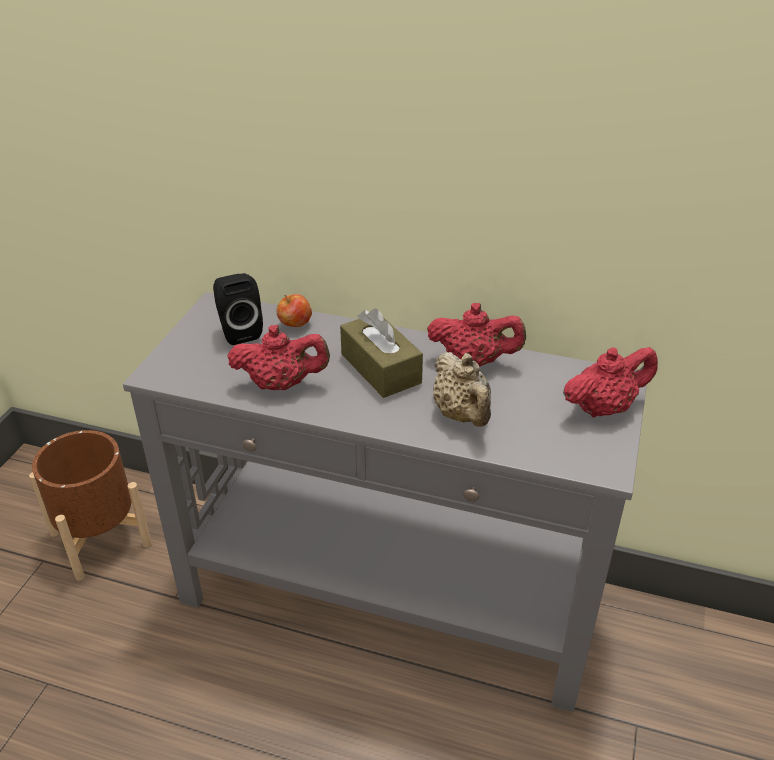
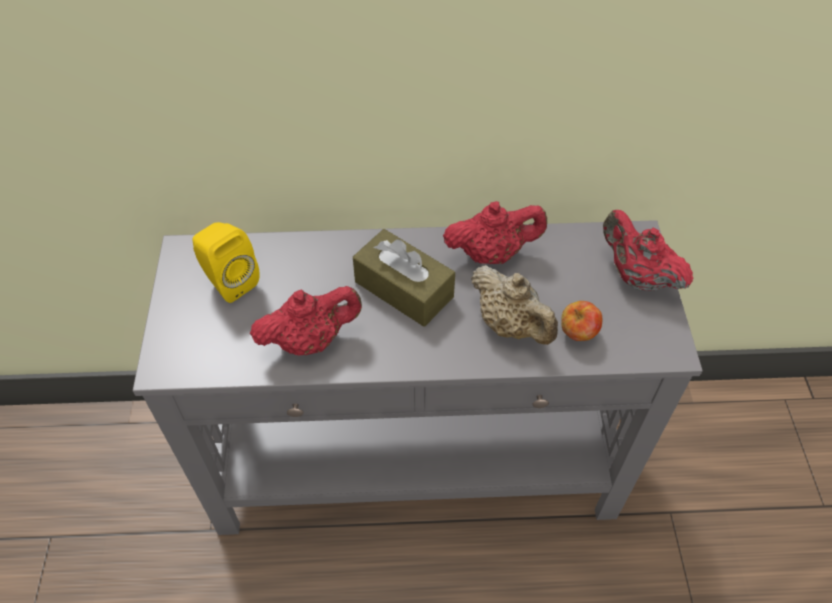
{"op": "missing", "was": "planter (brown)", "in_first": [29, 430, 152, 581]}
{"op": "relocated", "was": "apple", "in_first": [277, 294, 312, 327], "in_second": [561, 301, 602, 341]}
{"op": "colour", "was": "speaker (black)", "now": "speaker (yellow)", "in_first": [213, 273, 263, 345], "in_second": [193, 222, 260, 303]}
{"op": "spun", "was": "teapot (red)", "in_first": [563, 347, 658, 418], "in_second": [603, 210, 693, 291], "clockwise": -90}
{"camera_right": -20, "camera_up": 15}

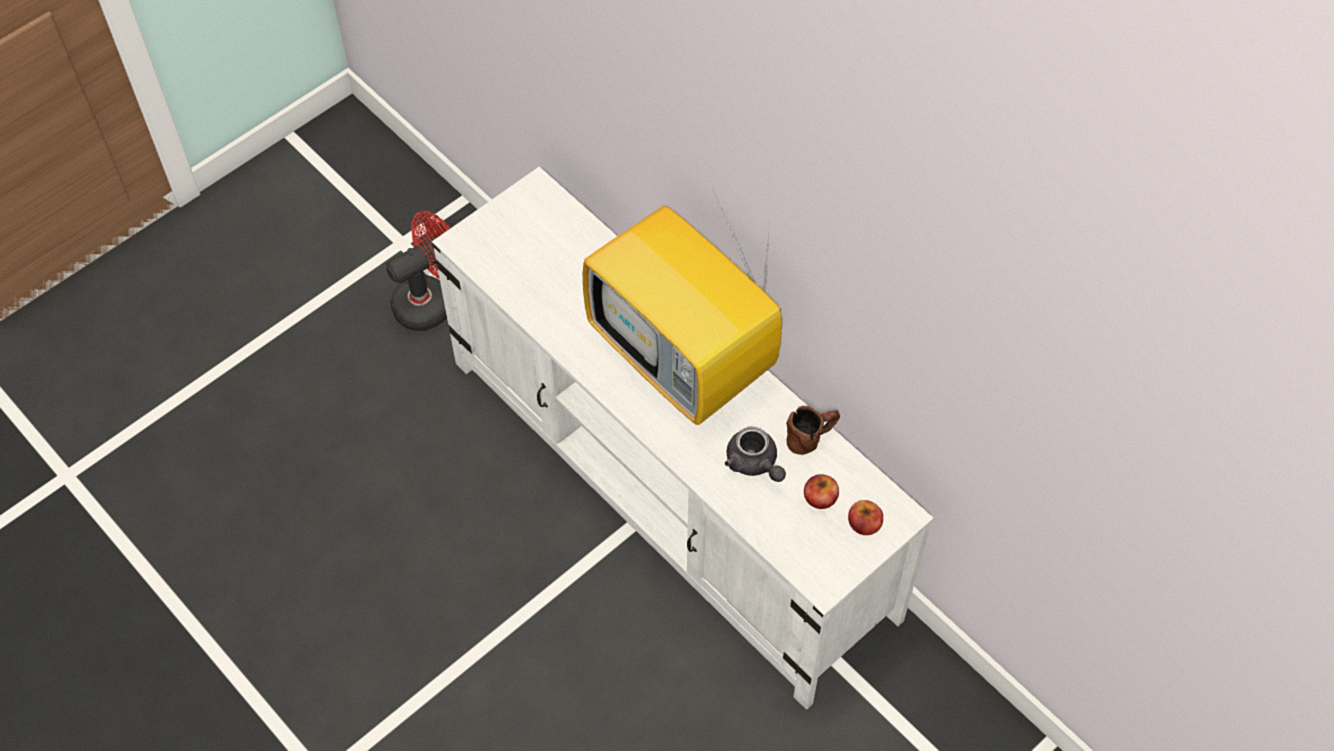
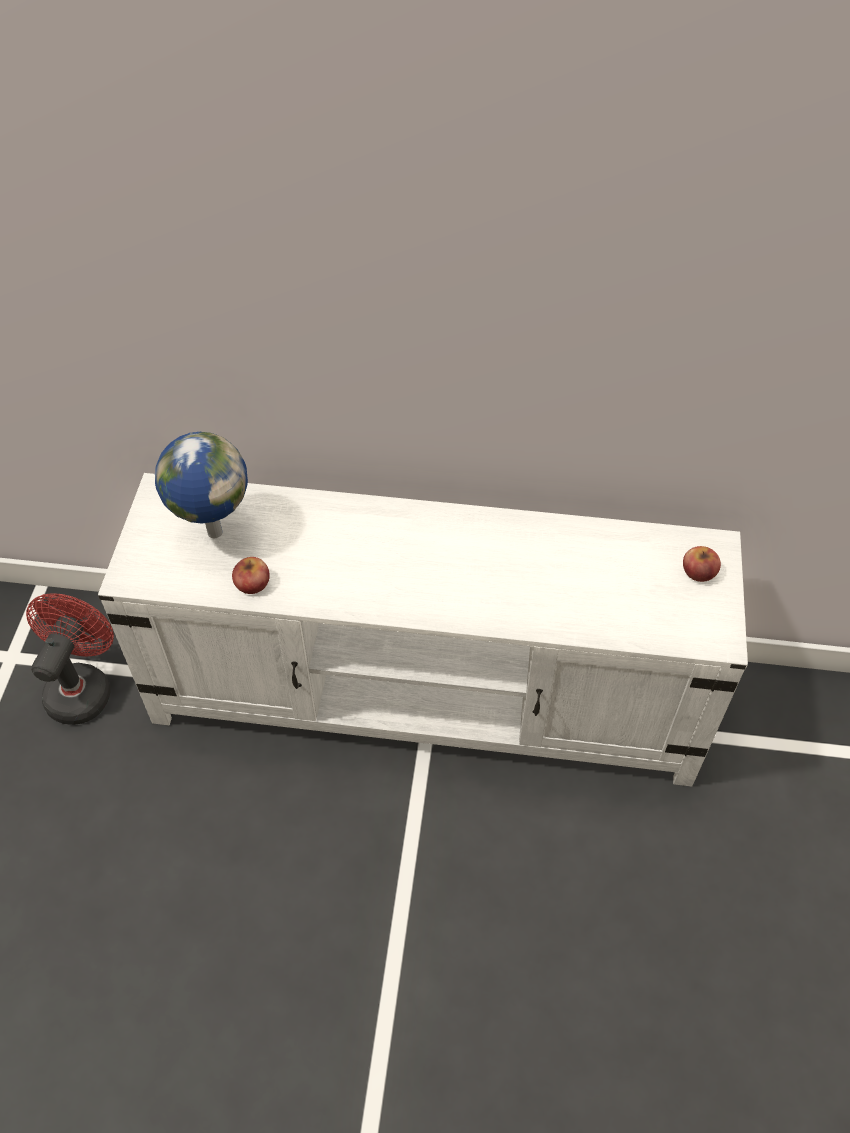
{"op": "missing", "was": "television", "in_first": [583, 188, 782, 425]}
{"op": "missing", "was": "teapot (grey)", "in_first": [725, 427, 786, 482]}
{"op": "missing", "was": "mug (brown)", "in_first": [786, 406, 840, 455]}
{"op": "appeared", "now": "globe", "in_second": [155, 432, 248, 538]}
{"op": "relocated", "was": "apple", "in_first": [804, 474, 839, 509], "in_second": [232, 557, 270, 594]}
{"camera_right": -40, "camera_up": -5}

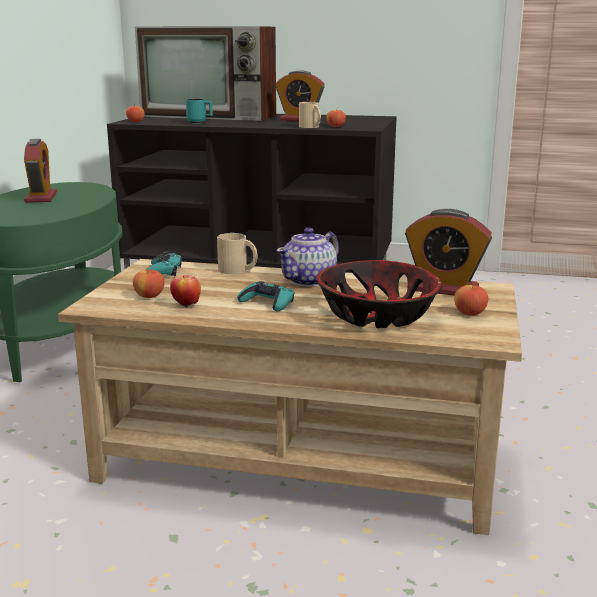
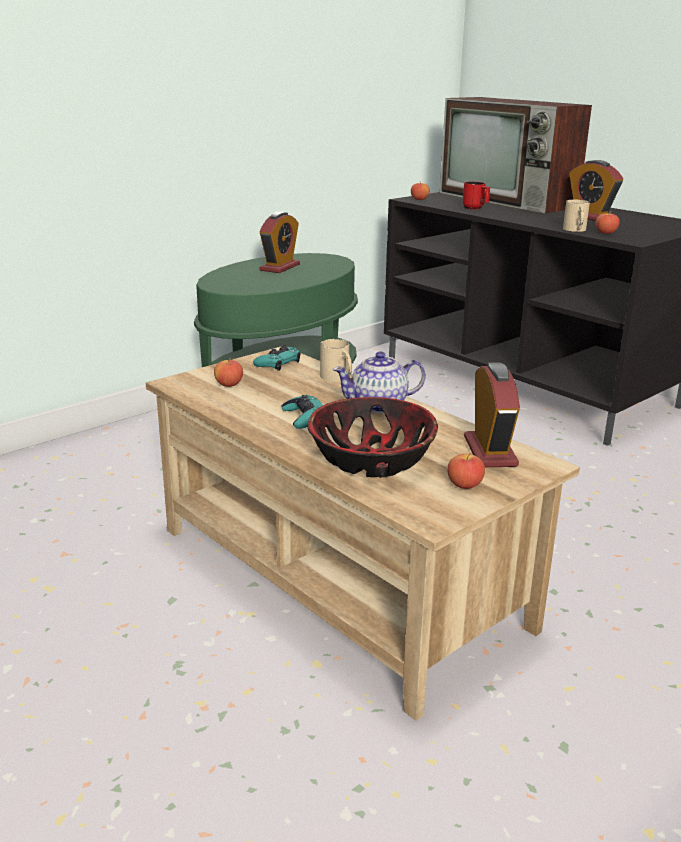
{"op": "missing", "was": "apple", "in_first": [170, 275, 201, 307]}
{"op": "colour", "was": "mug (turquoise)", "now": "mug (red)", "in_first": [186, 99, 213, 124], "in_second": [463, 182, 490, 210]}
{"op": "spun", "was": "alarm clock", "in_first": [405, 209, 492, 296], "in_second": [464, 362, 520, 467], "clockwise": -150}
{"camera_right": 35, "camera_up": 5}

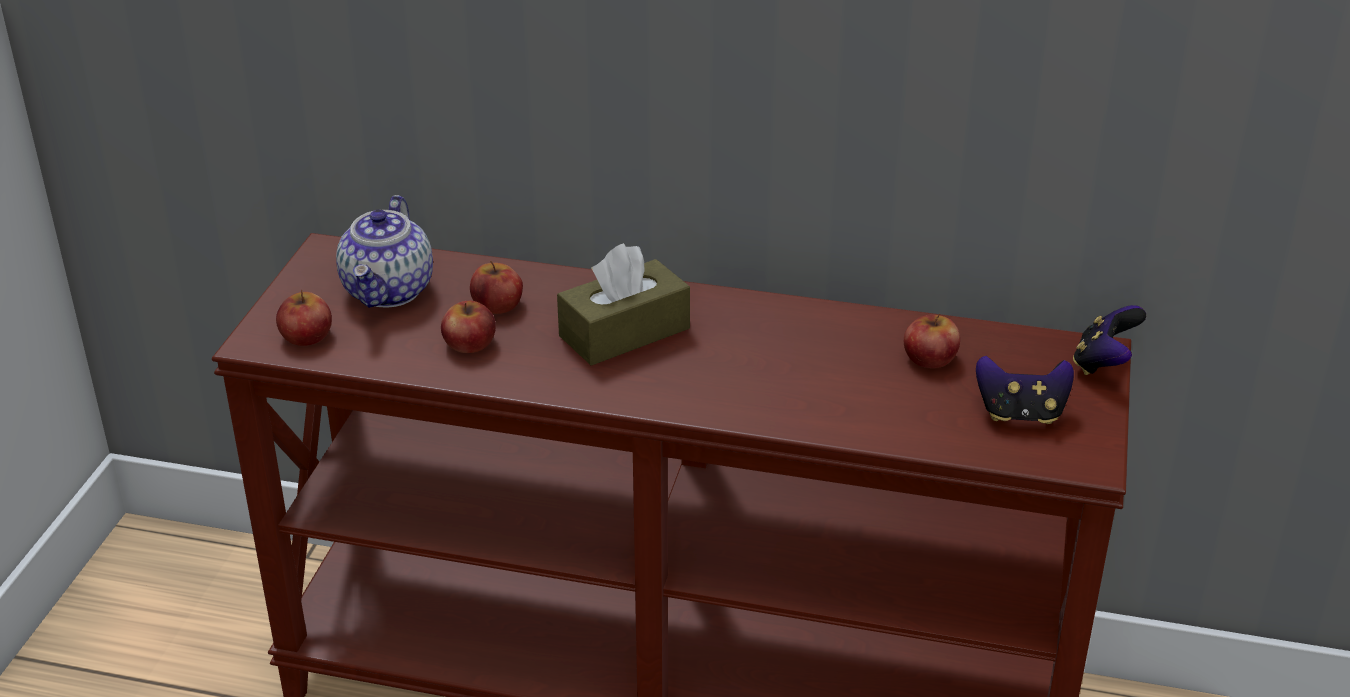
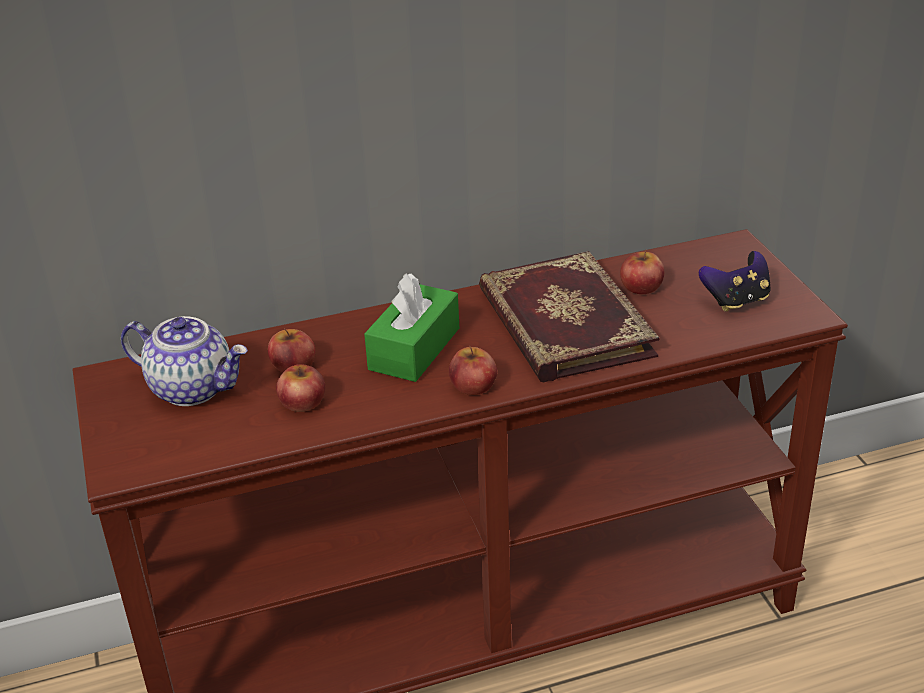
{"op": "missing", "was": "game controller", "in_first": [1073, 305, 1146, 375]}
{"op": "appeared", "now": "book", "in_second": [479, 251, 659, 382]}
{"op": "relocated", "was": "apple", "in_first": [276, 290, 332, 346], "in_second": [449, 346, 497, 395]}
{"op": "colour", "was": "tissue box (brown)", "now": "tissue box (green)", "in_first": [557, 243, 690, 366], "in_second": [364, 273, 459, 382]}
{"op": "spun", "was": "teapot", "in_first": [336, 195, 433, 308], "in_second": [121, 316, 248, 406], "clockwise": -45}
{"camera_right": -30, "camera_up": 0}

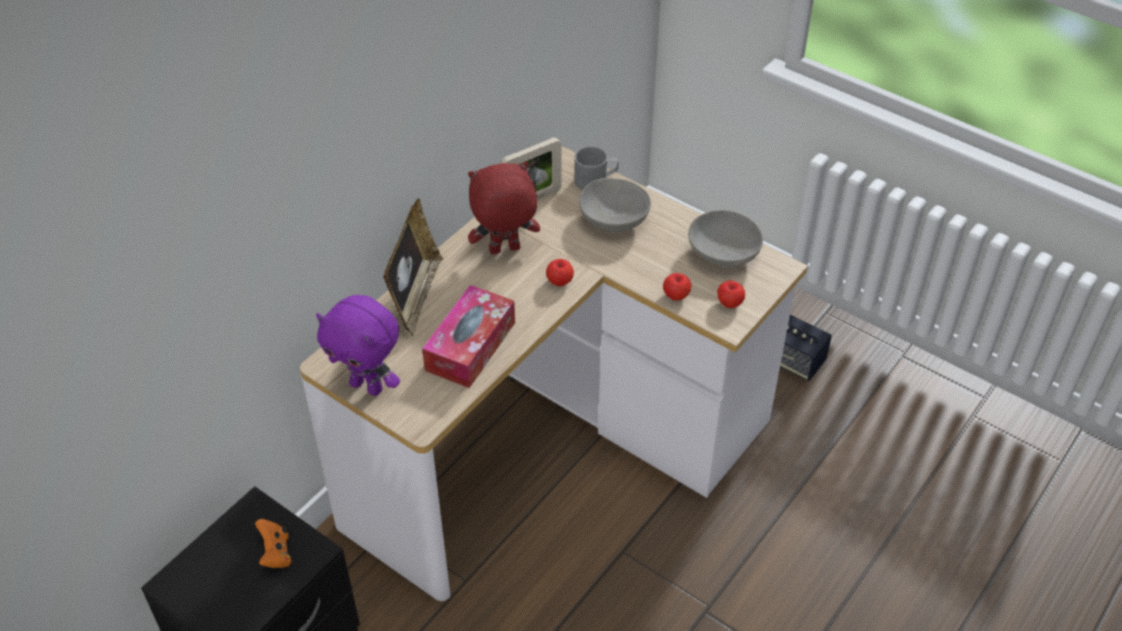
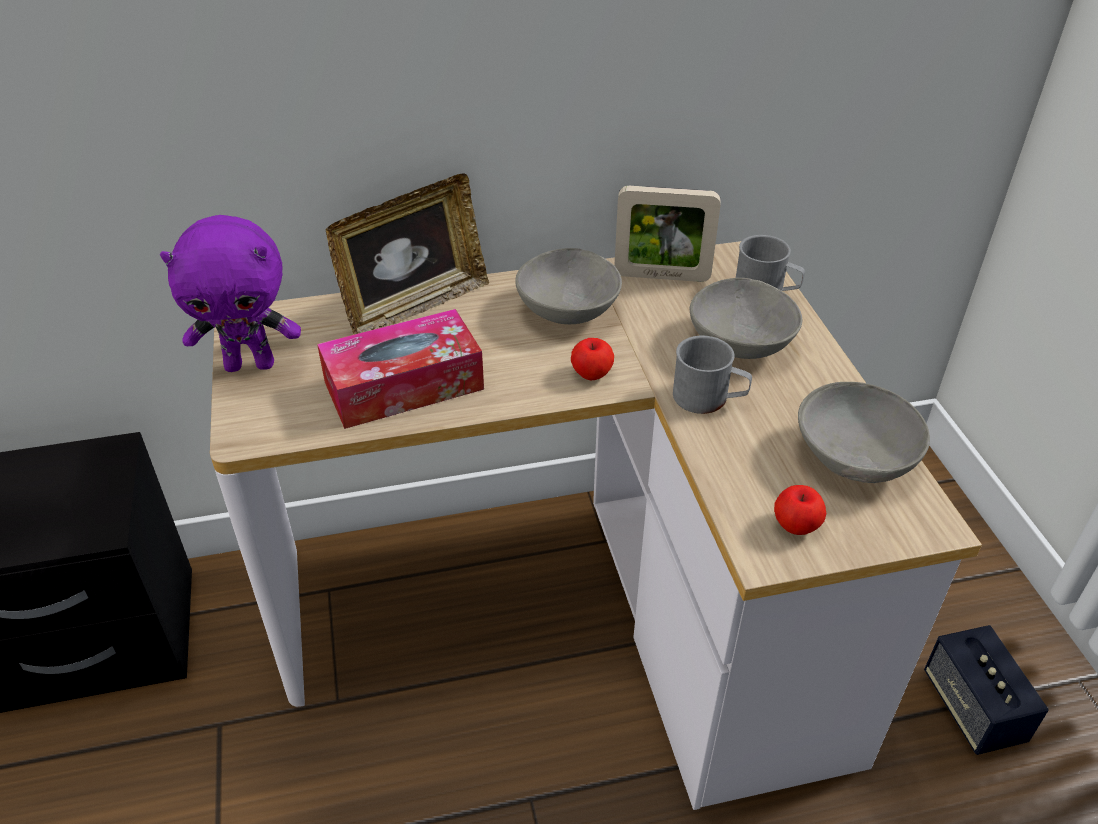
{"op": "missing", "was": "game controller (orange)", "in_first": [255, 519, 291, 568]}
{"op": "missing", "was": "apple", "in_first": [663, 273, 692, 301]}
{"op": "appeared", "now": "mug (grey)", "in_second": [673, 336, 752, 414]}
{"op": "exchanged", "was": "plush toy (red)", "now": "bowl (grey)", "in_first": [468, 162, 540, 254], "in_second": [515, 248, 622, 324]}
{"op": "spun", "was": "plush toy (purple)", "in_first": [316, 295, 400, 396], "in_second": [160, 215, 301, 372], "clockwise": -75}
{"camera_right": 40, "camera_up": -5}

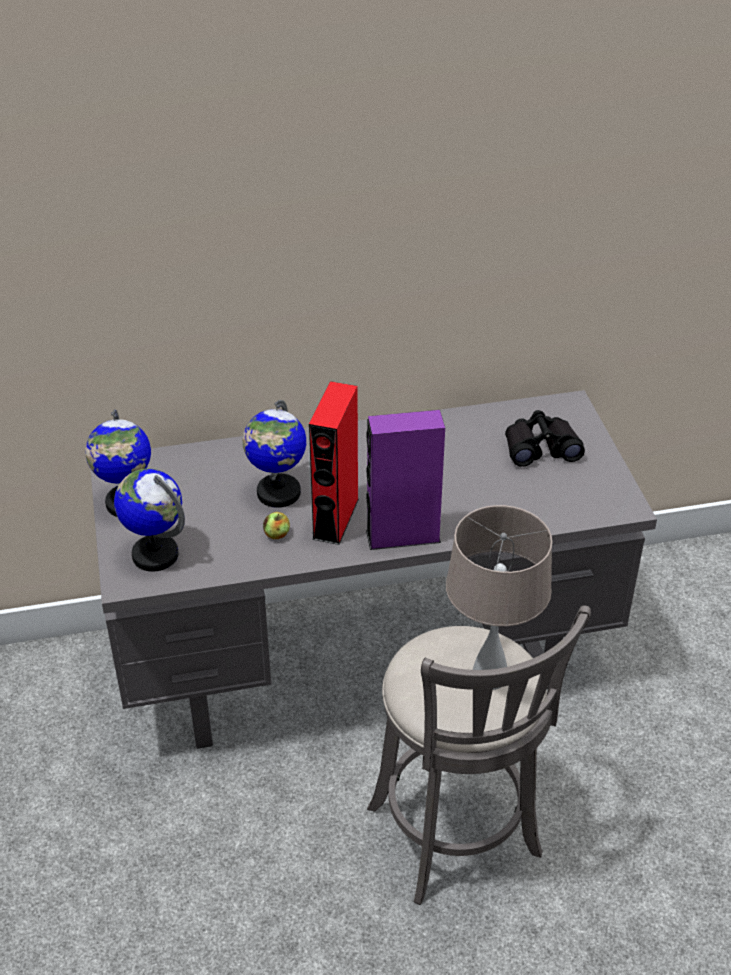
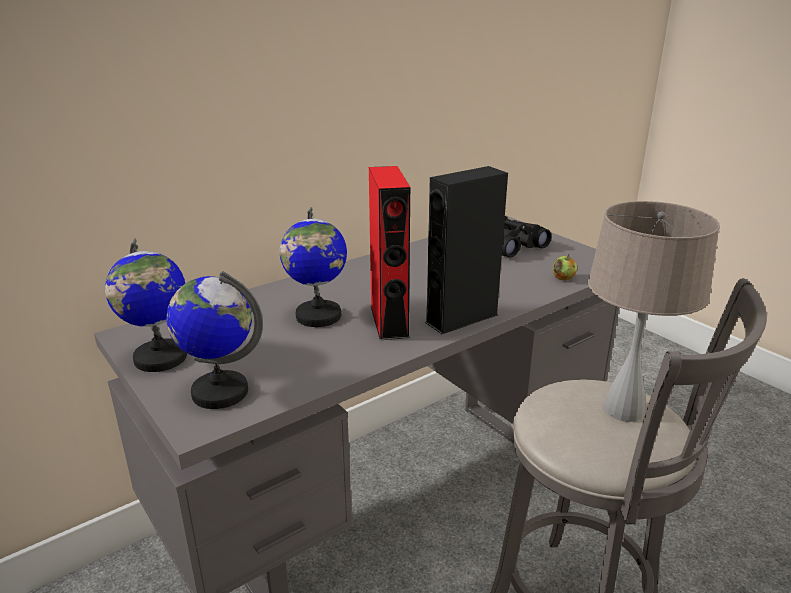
{"op": "relocated", "was": "apple", "in_first": [263, 512, 290, 539], "in_second": [553, 254, 577, 280]}
{"op": "colour", "was": "speaker (purple)", "now": "speaker (black)", "in_first": [366, 410, 445, 550], "in_second": [425, 166, 508, 334]}
{"camera_right": -25, "camera_up": -15}

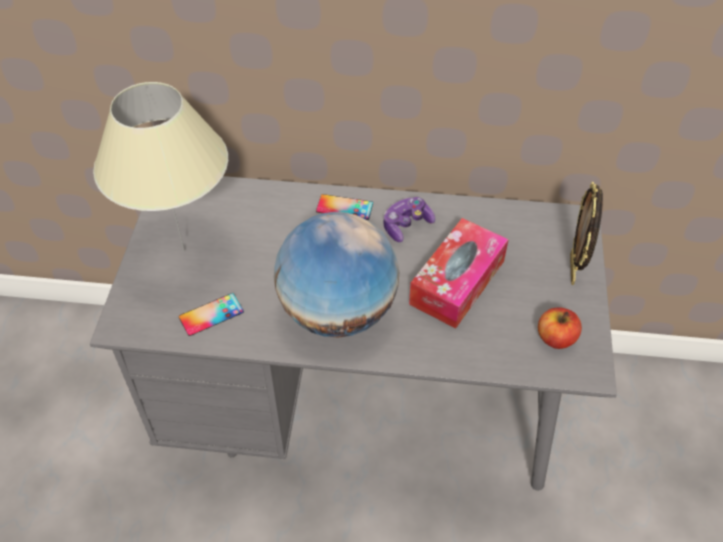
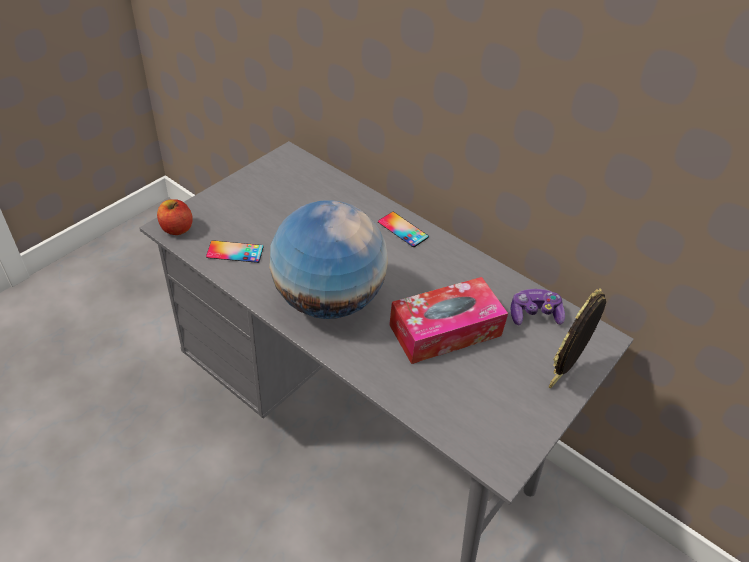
{"op": "missing", "was": "table lamp (beige)", "in_first": [93, 82, 228, 252]}
{"op": "relocated", "was": "game controller", "in_first": [384, 197, 435, 242], "in_second": [511, 289, 565, 325]}
{"op": "relocated", "was": "apple", "in_first": [538, 307, 582, 349], "in_second": [157, 199, 193, 235]}
{"camera_right": 30, "camera_up": -5}

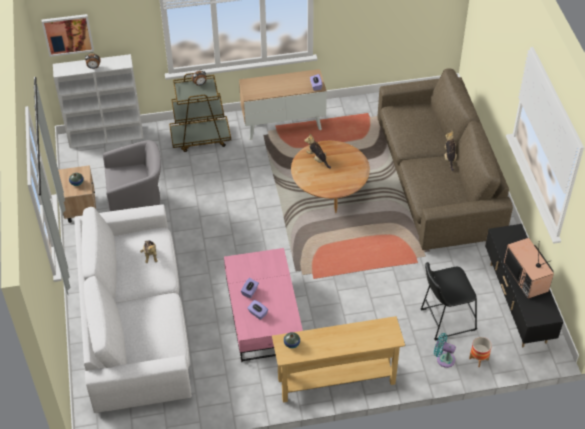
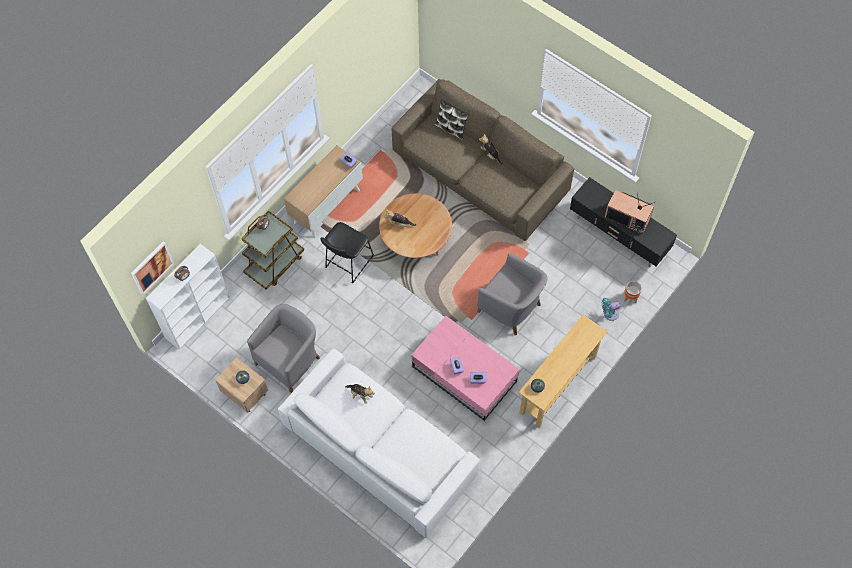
{"op": "appeared", "now": "pillow", "in_second": [434, 99, 469, 140]}
{"op": "appeared", "now": "armchair (grey)", "in_second": [477, 253, 548, 335]}
{"op": "relocated", "was": "stool (black)", "in_first": [421, 262, 477, 340], "in_second": [320, 222, 374, 283]}
{"camera_right": -40, "camera_up": 15}

